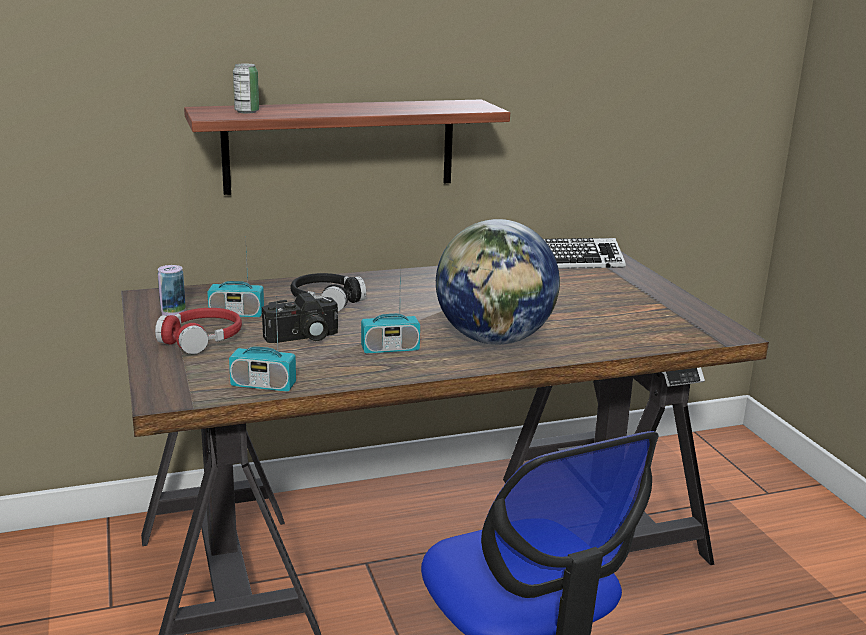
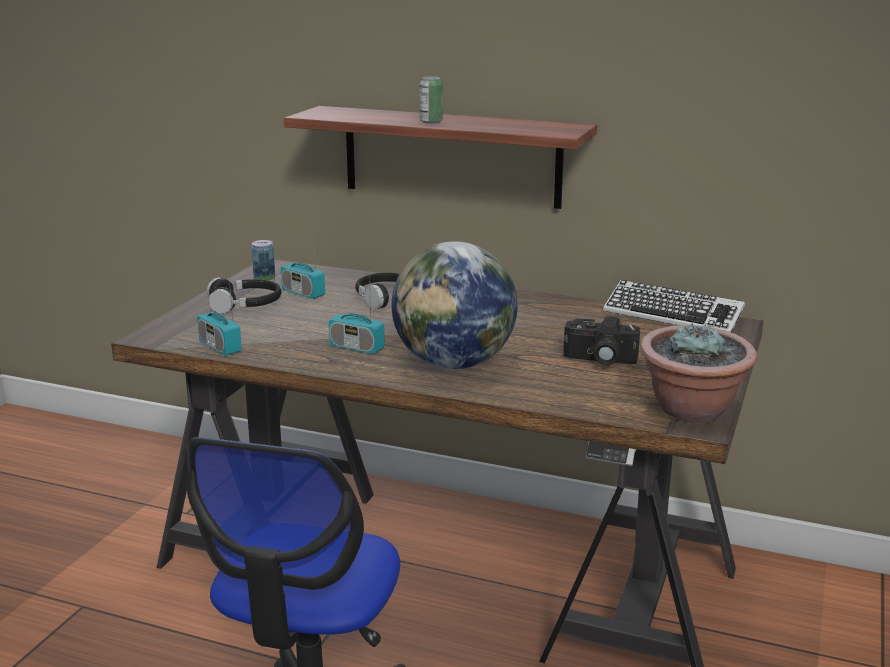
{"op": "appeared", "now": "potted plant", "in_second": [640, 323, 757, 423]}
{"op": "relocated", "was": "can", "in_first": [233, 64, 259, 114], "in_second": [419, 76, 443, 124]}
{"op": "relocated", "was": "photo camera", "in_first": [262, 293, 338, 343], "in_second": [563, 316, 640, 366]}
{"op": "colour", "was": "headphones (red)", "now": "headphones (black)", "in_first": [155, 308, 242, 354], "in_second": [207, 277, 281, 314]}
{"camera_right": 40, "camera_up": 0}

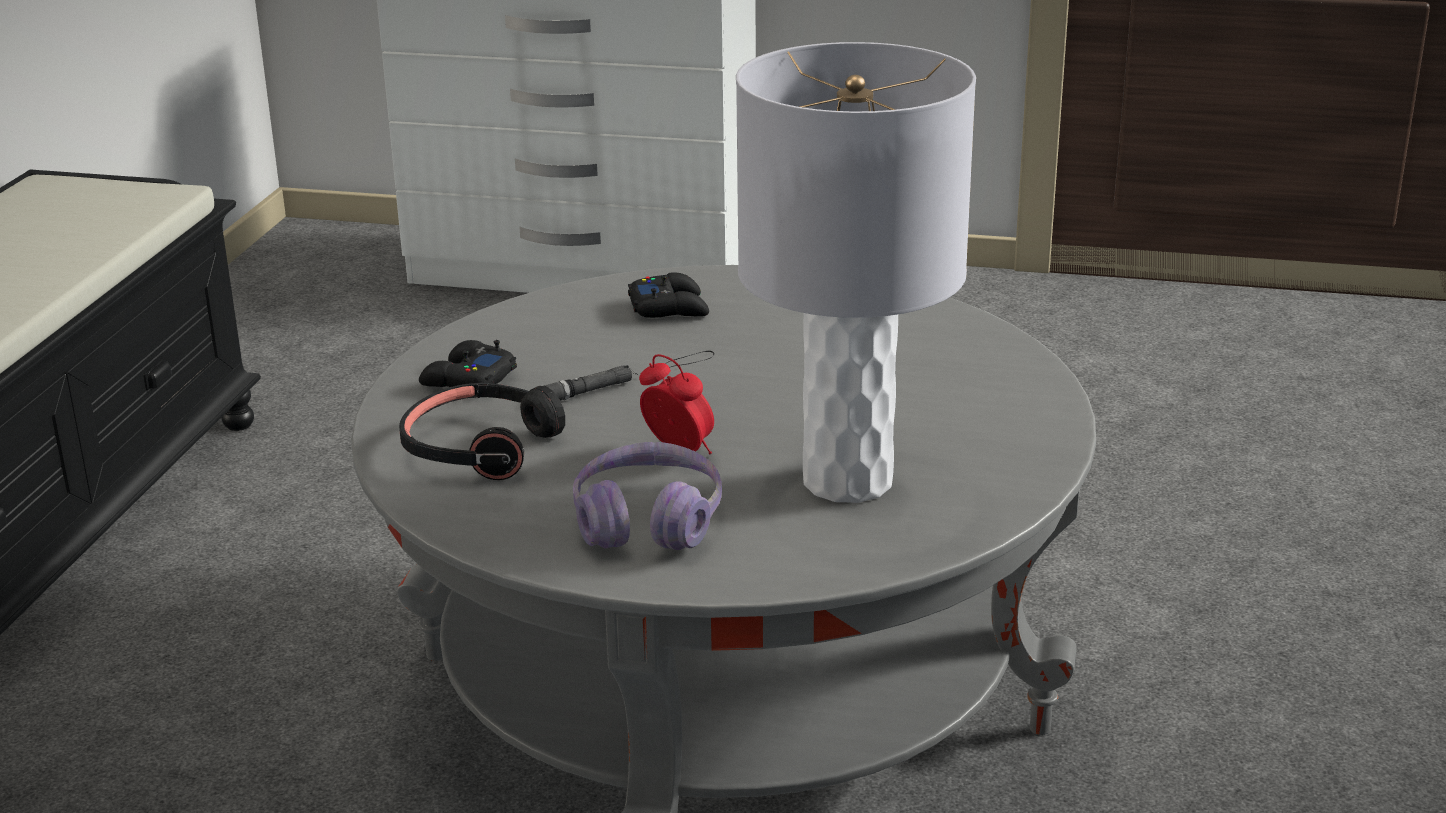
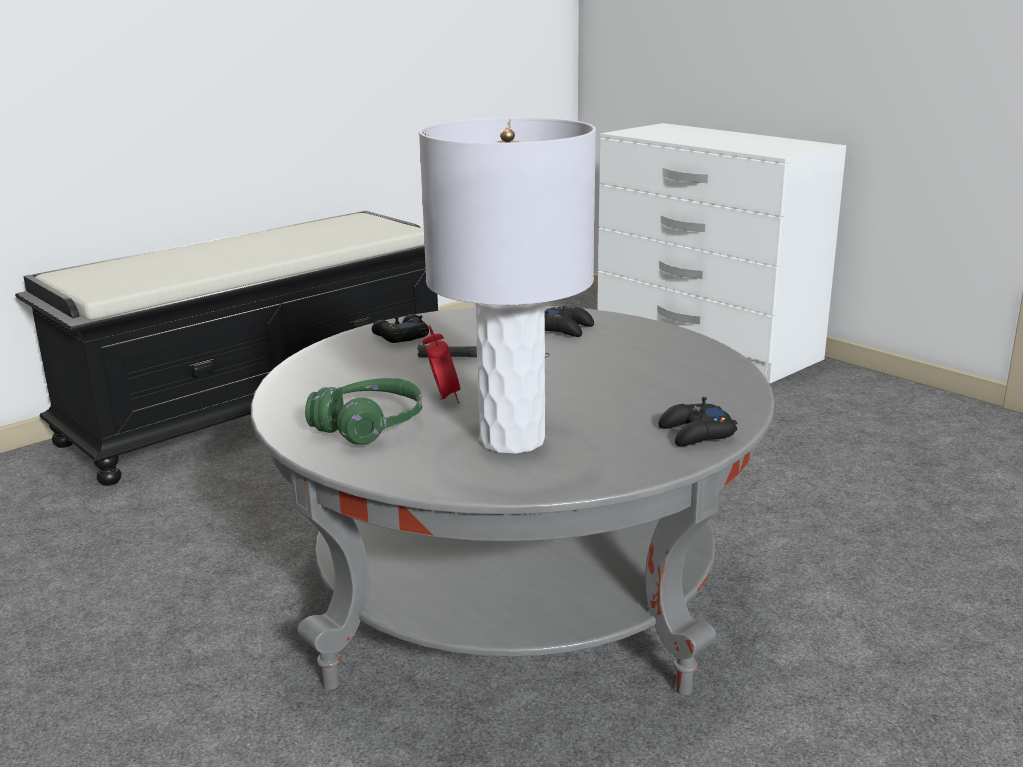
{"op": "missing", "was": "headphones (black)", "in_first": [399, 383, 565, 480]}
{"op": "appeared", "now": "game controller (black)", "in_second": [658, 397, 738, 446]}
{"op": "colour", "was": "headphones (purple)", "now": "headphones (green)", "in_first": [573, 442, 722, 550], "in_second": [305, 378, 422, 445]}
{"camera_right": 35, "camera_up": -5}

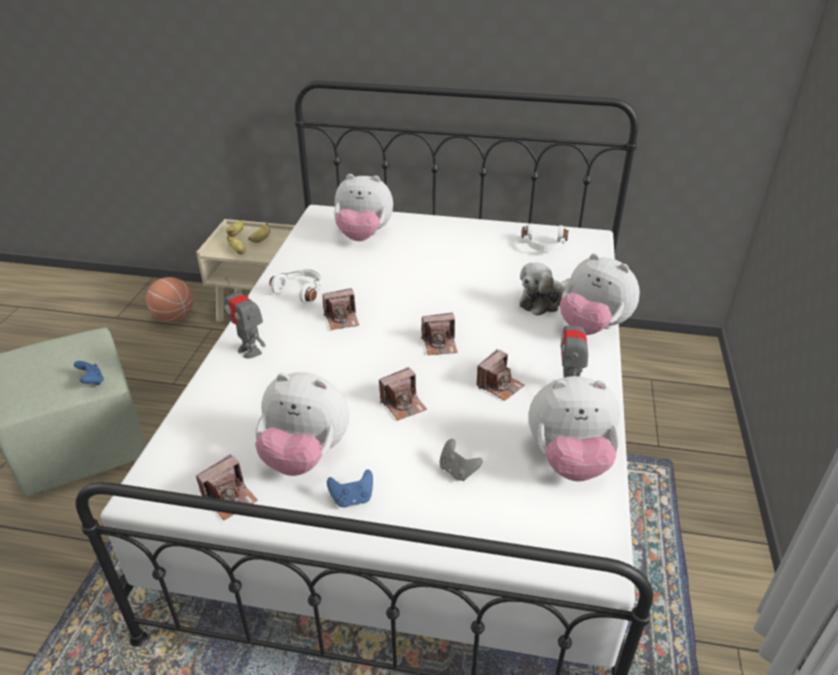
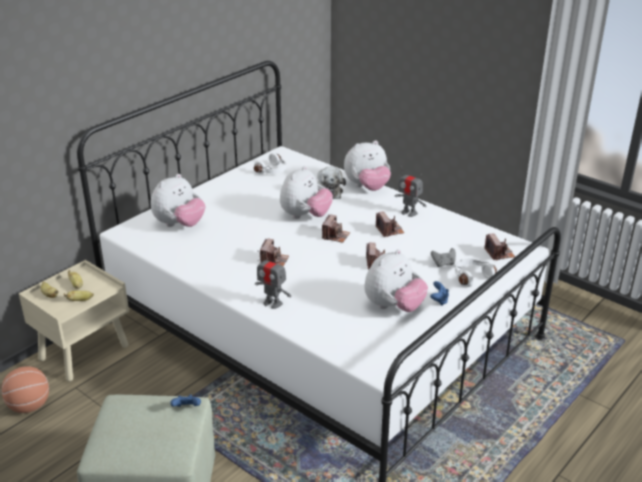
{"op": "relocated", "was": "photo camera", "in_first": [196, 454, 258, 520], "in_second": [484, 233, 515, 261]}
{"op": "relocated", "was": "headphones (white)", "in_first": [269, 269, 321, 304], "in_second": [455, 258, 497, 287]}
{"op": "relocated", "was": "plush toy", "in_first": [529, 376, 620, 481], "in_second": [280, 166, 333, 219]}
{"op": "spun", "was": "toy robot", "in_first": [224, 278, 266, 359], "in_second": [255, 251, 291, 309], "clockwise": 45}
{"camera_right": -60, "camera_up": -5}

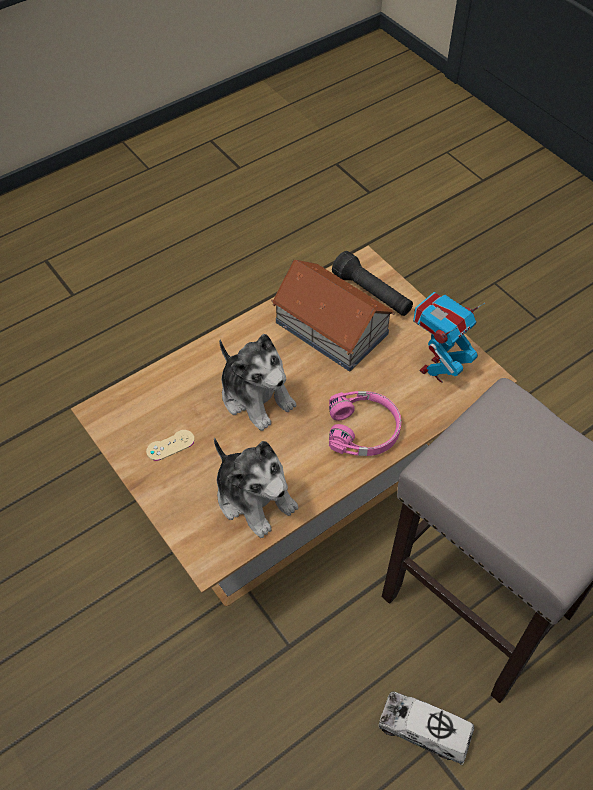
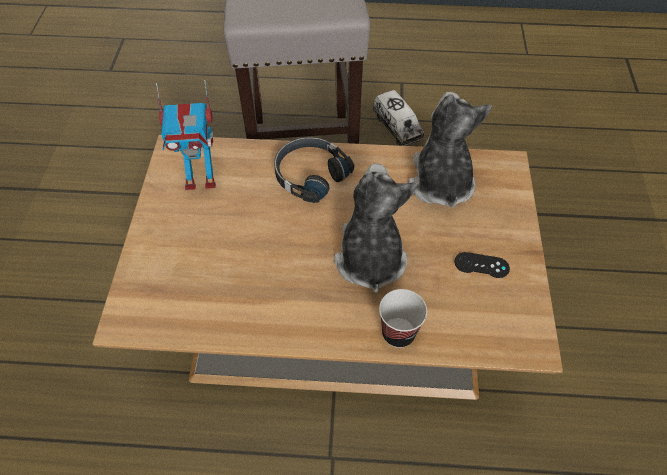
{"op": "missing", "was": "toy house", "in_first": [271, 260, 395, 371]}
{"op": "missing", "was": "flashlight (black)", "in_first": [332, 251, 413, 316]}
{"op": "appeared", "now": "cup", "in_second": [379, 289, 427, 348]}
{"op": "colour", "was": "game controller (beige)", "now": "game controller (black)", "in_first": [146, 430, 195, 461], "in_second": [455, 252, 510, 278]}
{"op": "colour", "was": "headphones (pink)", "now": "headphones (black)", "in_first": [329, 391, 402, 456], "in_second": [274, 137, 354, 203]}
{"camera_right": -140, "camera_up": 0}

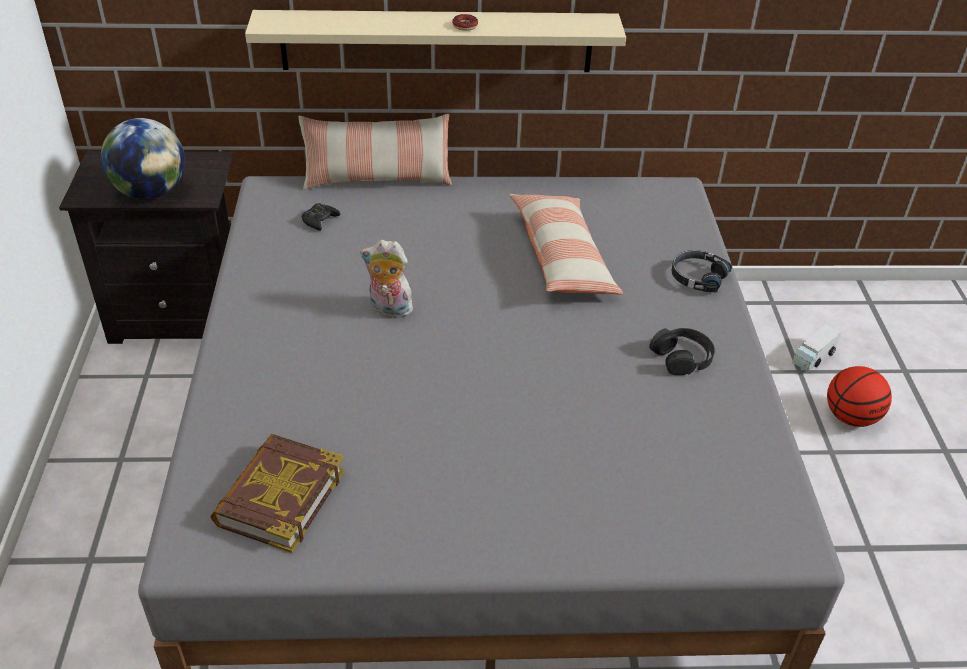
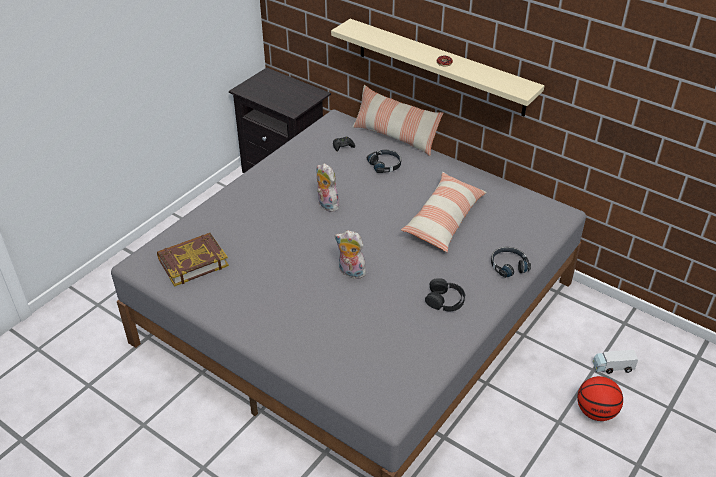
{"op": "missing", "was": "globe", "in_first": [101, 118, 185, 199]}
{"op": "appeared", "now": "plush toy", "in_second": [335, 230, 366, 279]}
{"op": "appeared", "now": "headphones (black)", "in_second": [367, 150, 401, 173]}
{"camera_right": 40, "camera_up": 0}

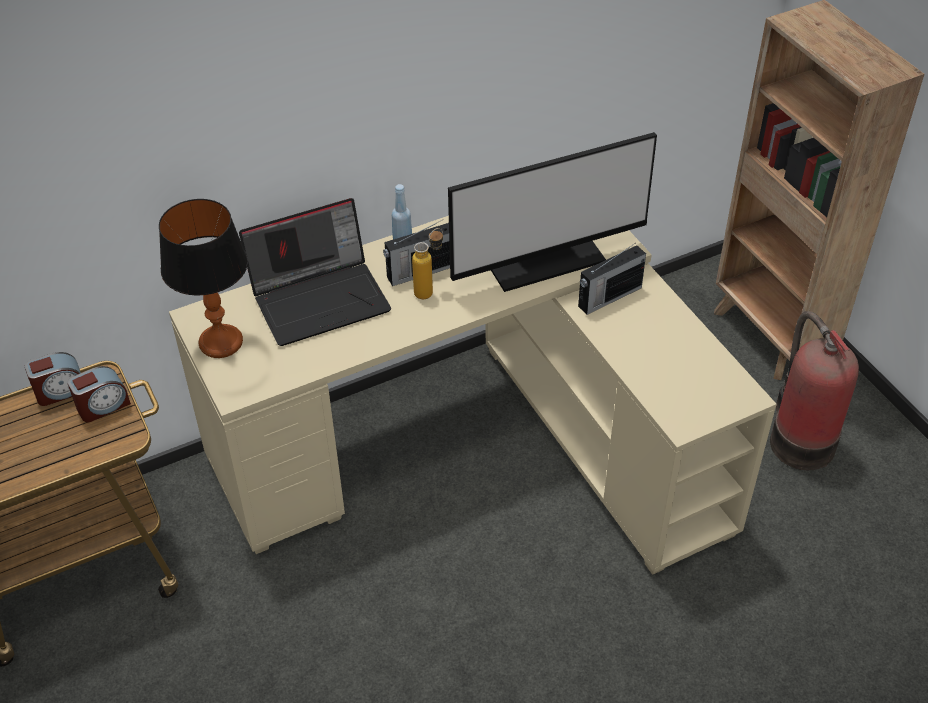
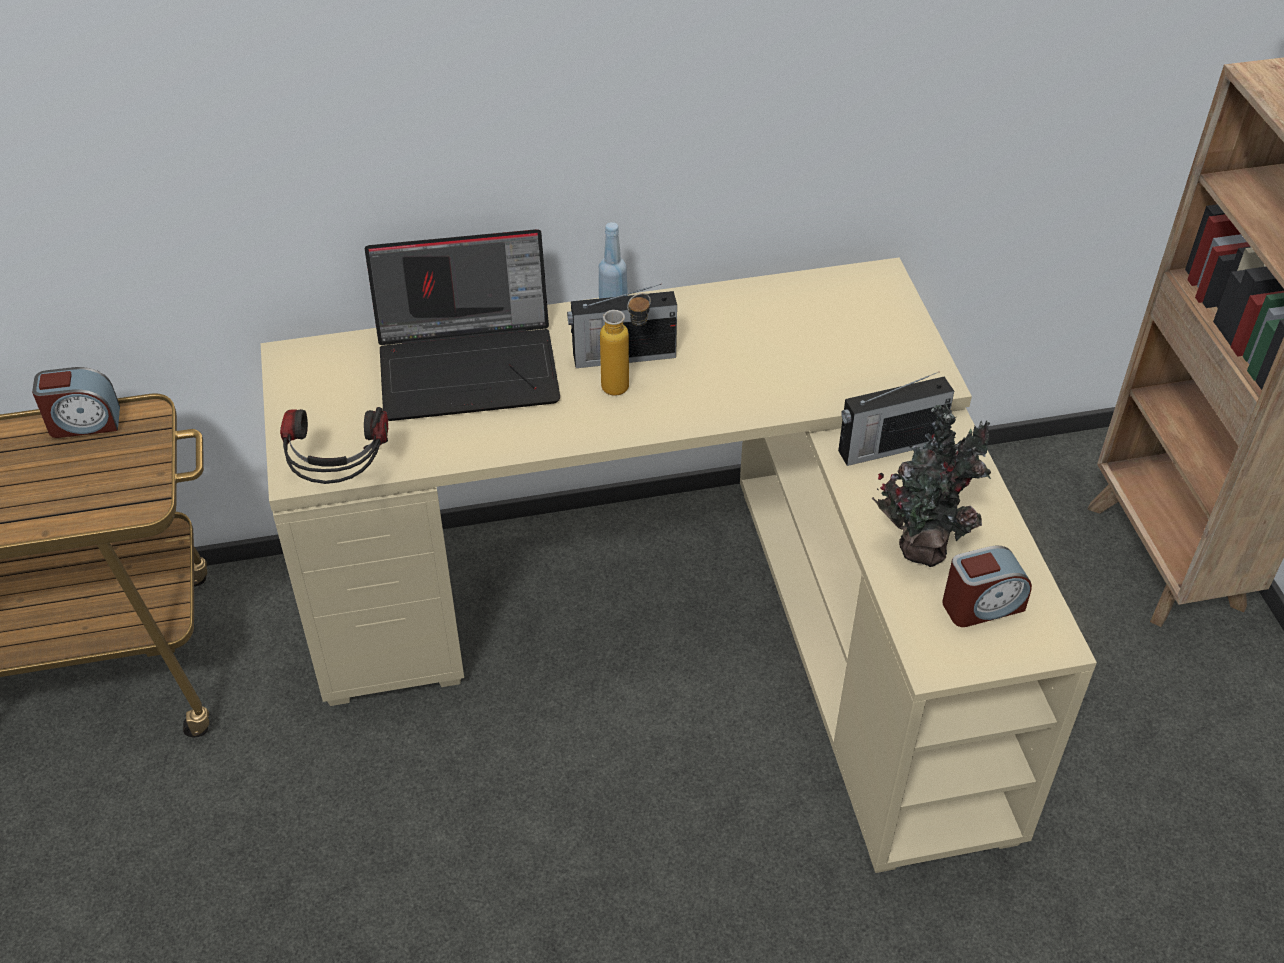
{"op": "missing", "was": "table lamp", "in_first": [159, 199, 248, 358]}
{"op": "missing", "was": "monitor", "in_first": [448, 132, 657, 292]}
{"op": "missing", "was": "fire extinguisher", "in_first": [770, 311, 859, 470]}
{"op": "appeared", "now": "headphones", "in_second": [280, 407, 388, 484]}
{"op": "appeared", "now": "potted plant", "in_second": [872, 403, 991, 567]}
{"op": "relocated", "was": "alarm clock", "in_first": [67, 366, 131, 422], "in_second": [942, 545, 1032, 627]}
{"camera_right": 15, "camera_up": 0}

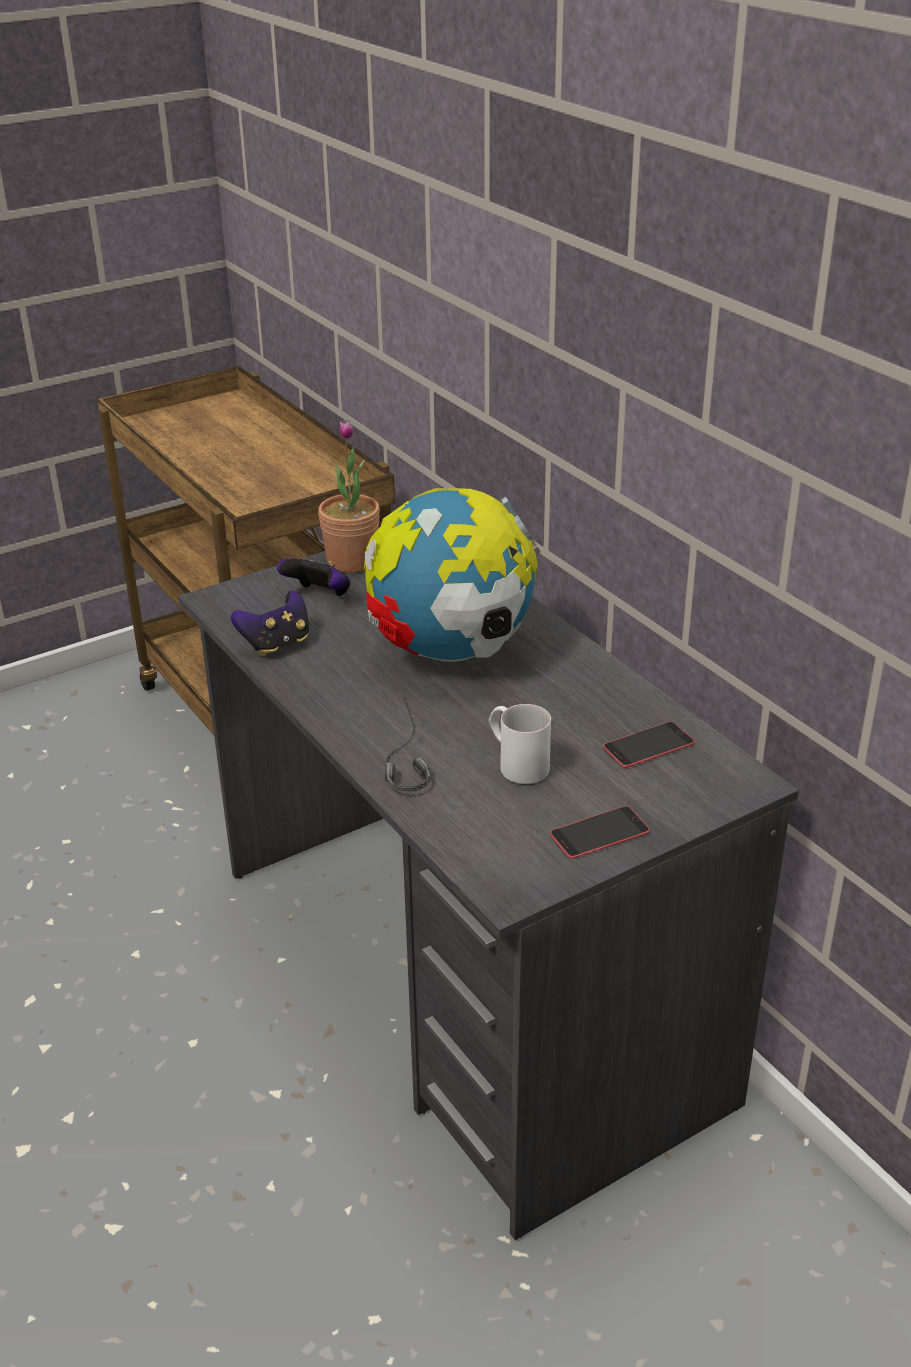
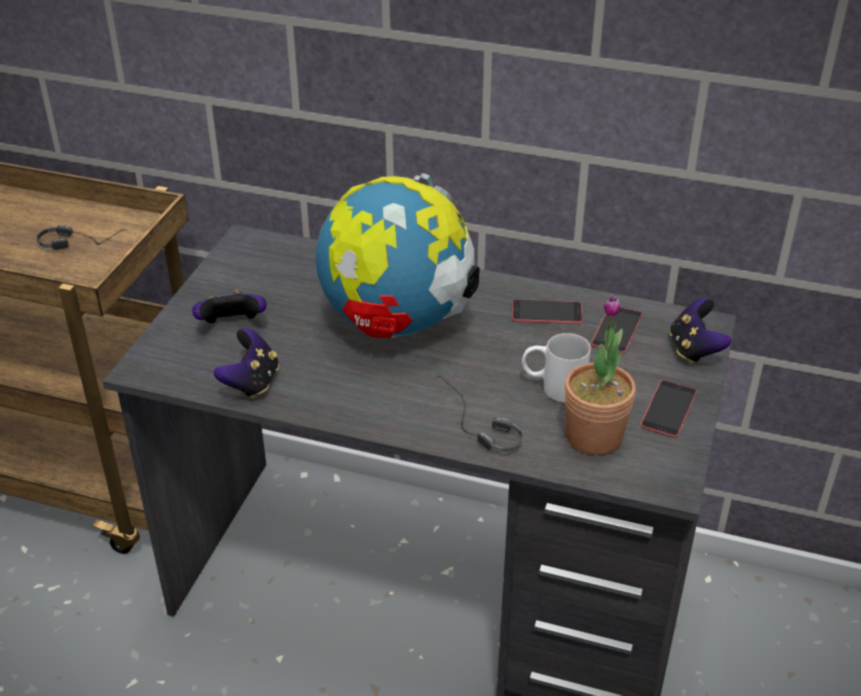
{"op": "appeared", "now": "headphones", "in_second": [36, 225, 128, 250]}
{"op": "appeared", "now": "phone", "in_second": [512, 299, 583, 324]}
{"op": "appeared", "now": "game controller", "in_second": [670, 298, 731, 364]}
{"op": "relocated", "was": "potted plant", "in_first": [318, 419, 380, 573], "in_second": [565, 294, 636, 455]}
{"camera_right": -40, "camera_up": 5}

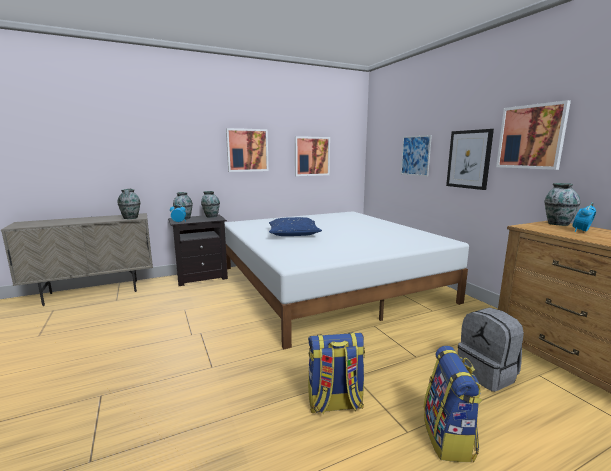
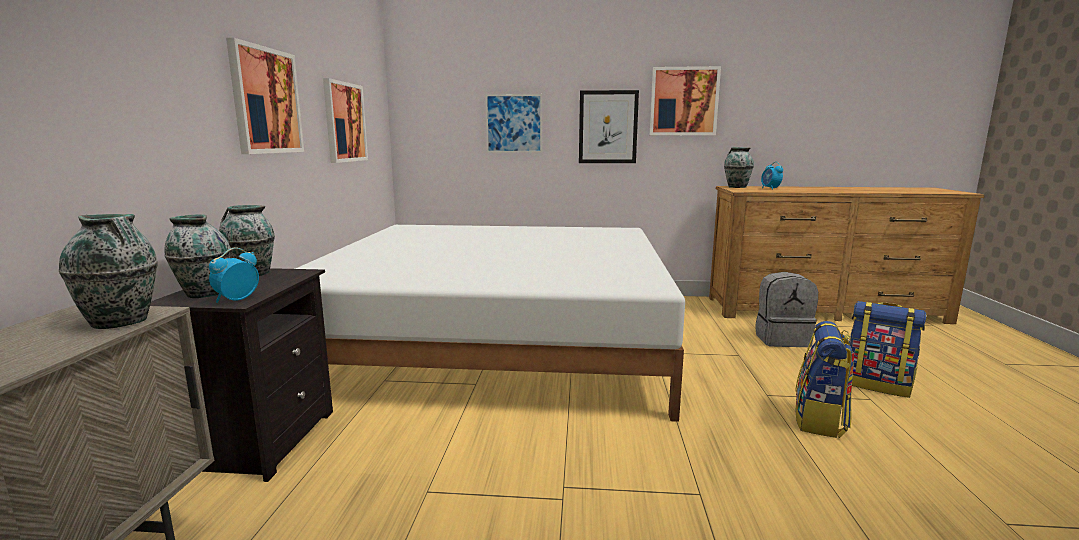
{"op": "missing", "was": "pillow (blue)", "in_first": [269, 217, 322, 236]}
{"camera_right": -60, "camera_up": 0}

